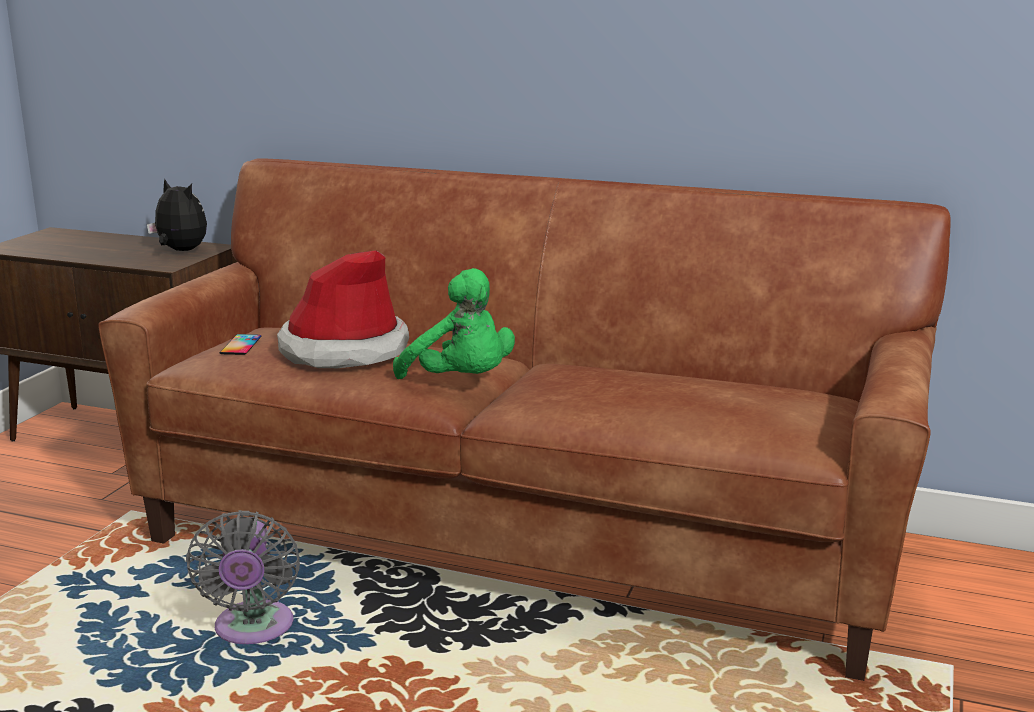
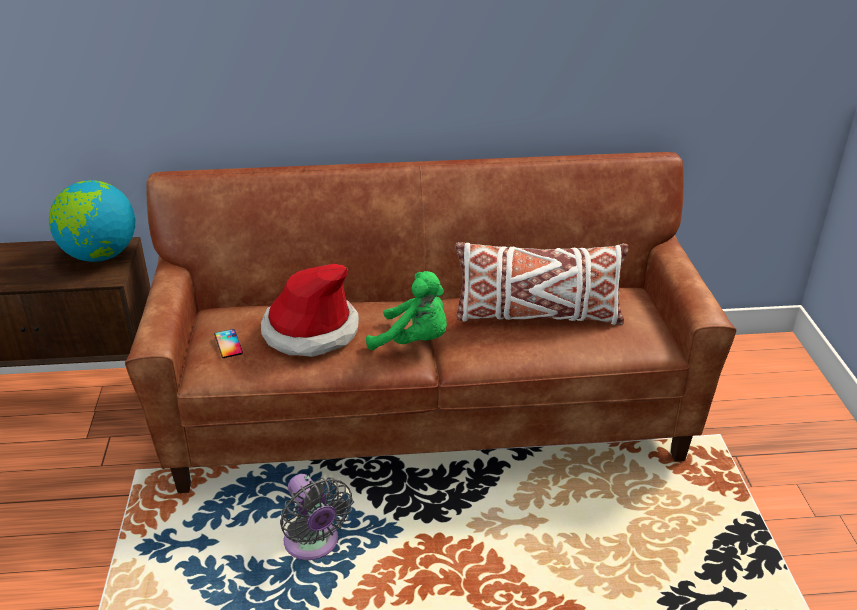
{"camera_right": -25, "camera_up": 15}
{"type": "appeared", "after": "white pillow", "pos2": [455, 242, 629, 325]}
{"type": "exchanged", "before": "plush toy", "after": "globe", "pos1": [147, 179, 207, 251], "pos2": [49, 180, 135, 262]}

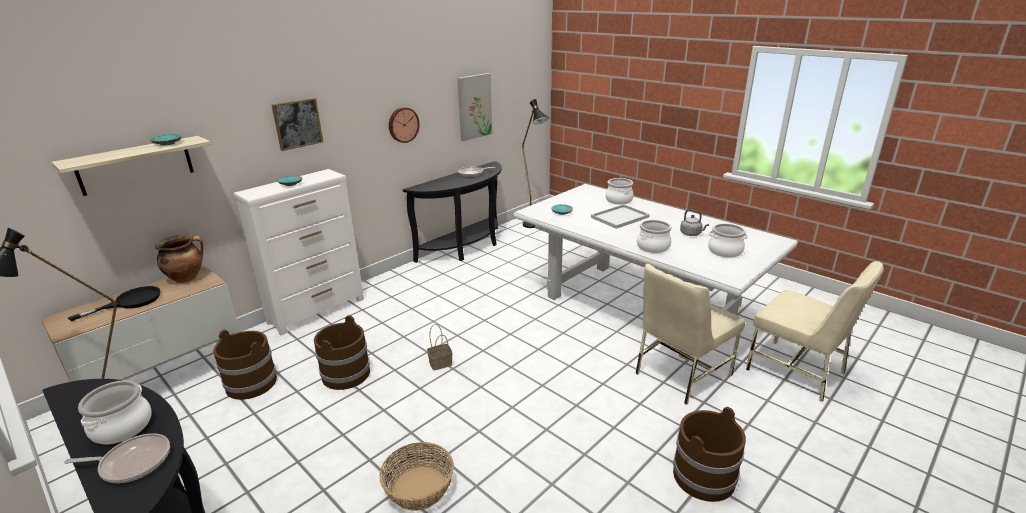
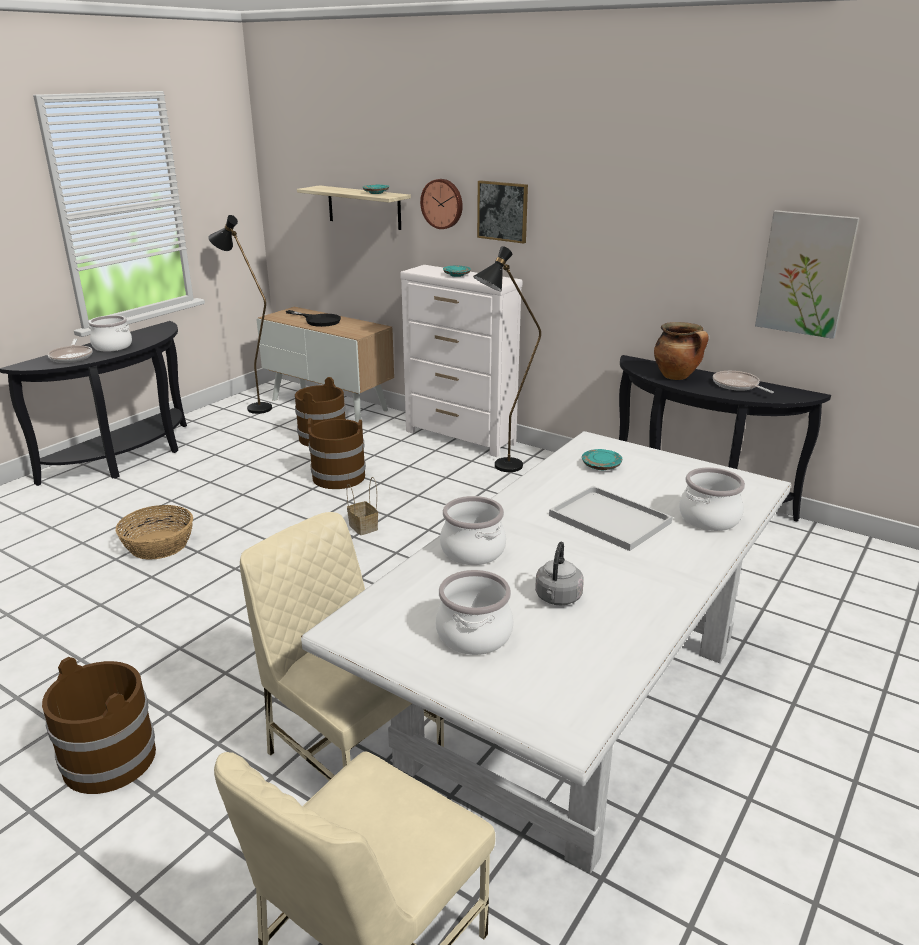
{"camera_right": 80, "camera_up": 0}
{"type": "relocated", "before": "cooking pot", "pos1": [155, 235, 203, 283], "pos2": [654, 322, 708, 380]}
{"type": "relocated", "before": "wall clock", "pos1": [389, 107, 420, 143], "pos2": [420, 179, 463, 229]}
{"type": "relocated", "before": "black floor lamp", "pos1": [522, 99, 549, 228], "pos2": [473, 246, 541, 472]}

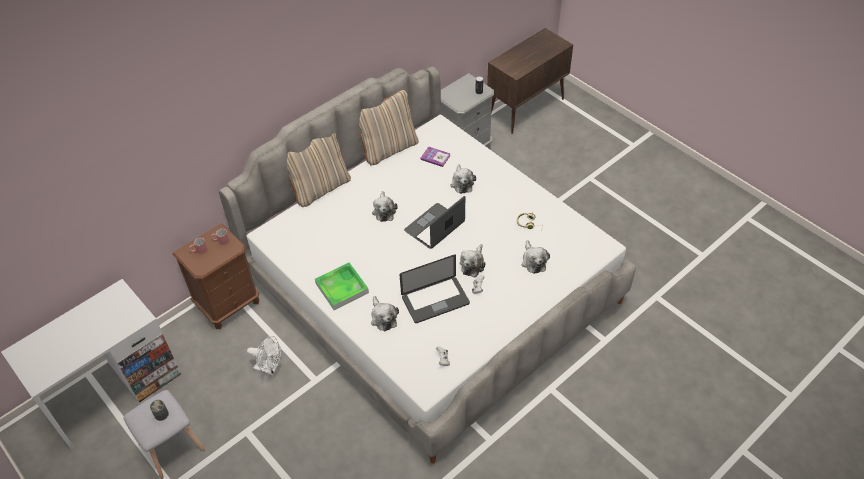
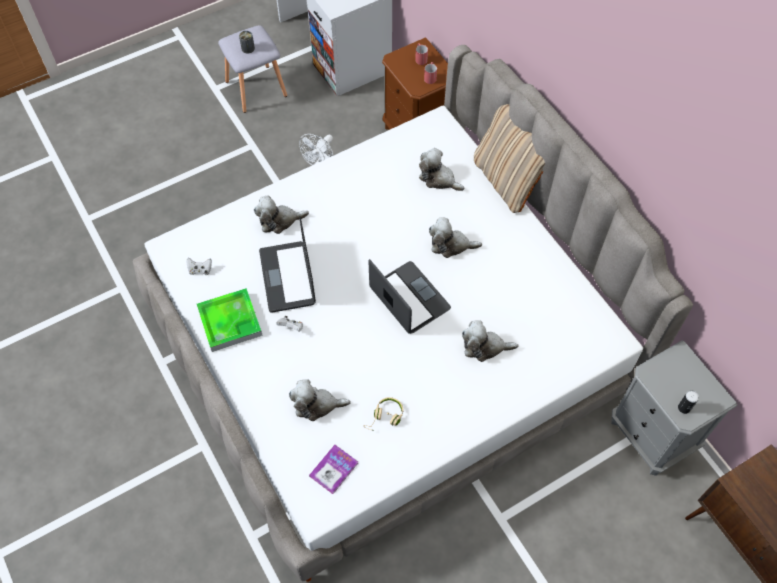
{"camera_right": 100, "camera_up": 10}
{"type": "missing", "before": "beige pillow", "pos1": [359, 89, 419, 166]}
{"type": "relocated", "before": "tray", "pos1": [315, 262, 369, 310], "pos2": [197, 288, 263, 352]}
{"type": "relocated", "before": "book", "pos1": [420, 146, 451, 167], "pos2": [309, 445, 358, 494]}
{"type": "relocated", "before": "plush toy", "pos1": [460, 244, 486, 278], "pos2": [419, 148, 464, 191]}

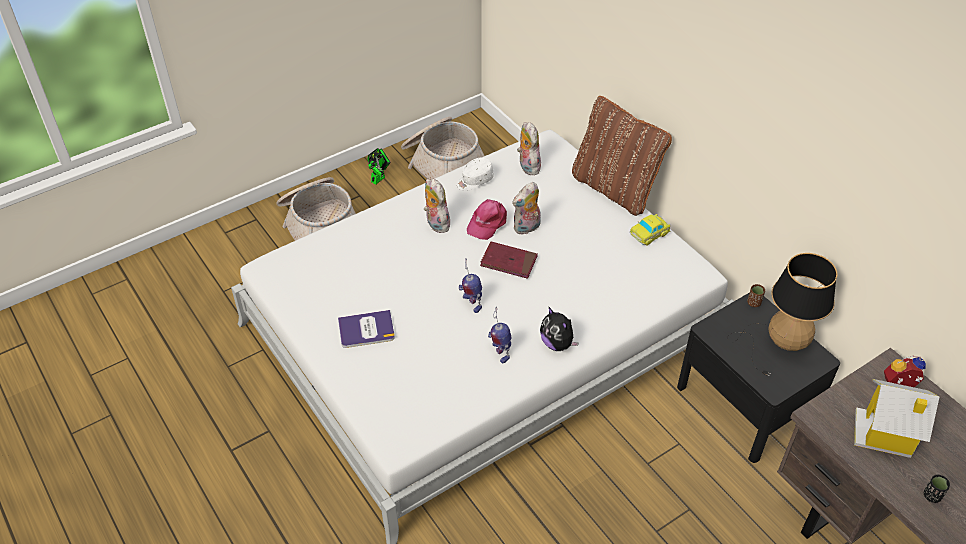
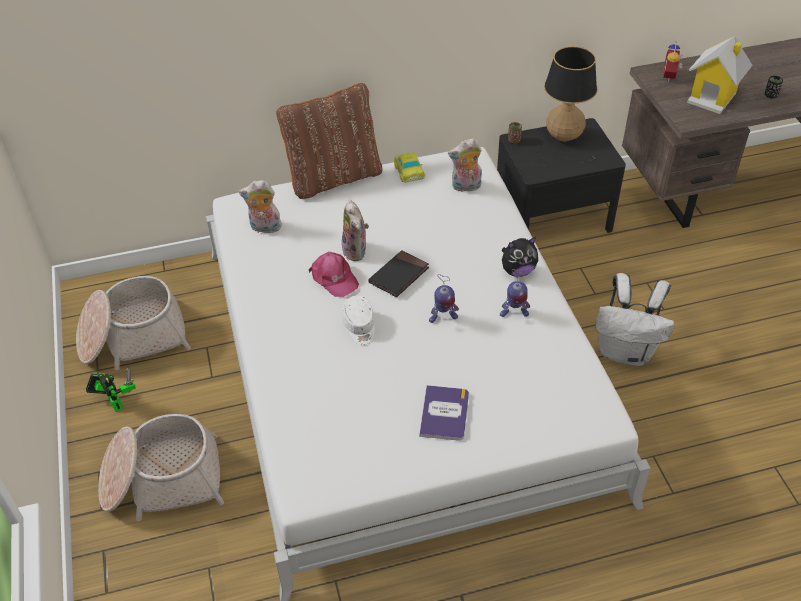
{"camera_right": -70, "camera_up": 0}
{"type": "appeared", "after": "white backpack", "pos2": [595, 273, 674, 366]}
{"type": "relocated", "before": "plush toy", "pos1": [424, 179, 450, 233], "pos2": [448, 138, 482, 192]}
{"type": "relocated", "before": "white cap", "pos1": [456, 157, 494, 191], "pos2": [342, 296, 375, 345]}
{"type": "colour", "before": "red book", "after": "black book", "pos1": [480, 241, 538, 279], "pos2": [369, 250, 429, 297]}

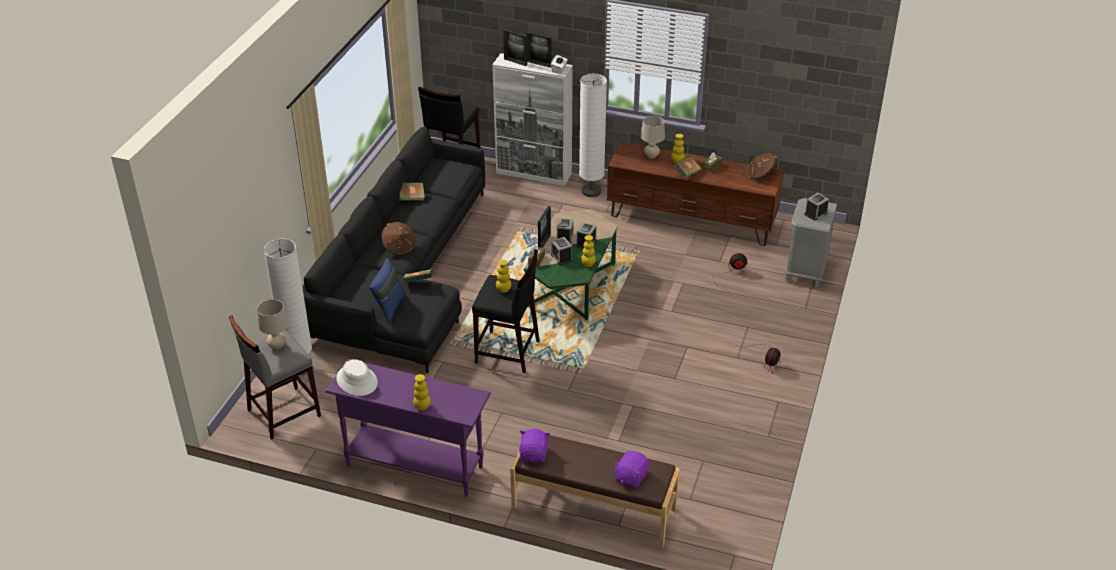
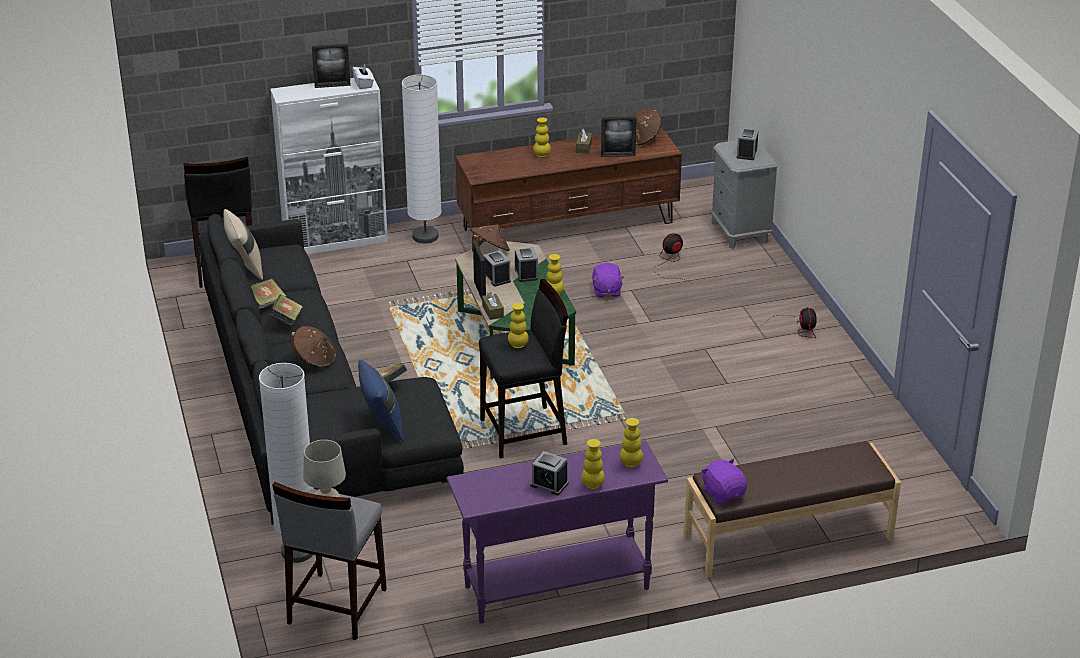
{"camera_right": -35, "camera_up": -5}
{"type": "missing", "before": "white hat", "pos1": [336, 359, 378, 396]}
{"type": "missing", "before": "beige table lamp", "pos1": [641, 115, 665, 159]}
{"type": "appeared", "after": "beige pillow", "pos2": [223, 209, 263, 280]}
{"type": "appeared", "after": "brown hat", "pos2": [470, 224, 510, 251]}
{"type": "appeared", "after": "yellow vase", "pos2": [620, 418, 643, 467]}
{"type": "relocated", "before": "picture frame", "pos1": [503, 29, 527, 66], "pos2": [601, 116, 637, 157]}
{"type": "relocated", "before": "alarm clock", "pos1": [551, 237, 572, 265], "pos2": [530, 451, 569, 495]}
{"type": "relocated", "before": "purple plush toy", "pos1": [614, 451, 649, 488], "pos2": [592, 263, 624, 297]}
{"type": "relocated", "before": "book", "pos1": [673, 156, 702, 178], "pos2": [269, 294, 303, 326]}

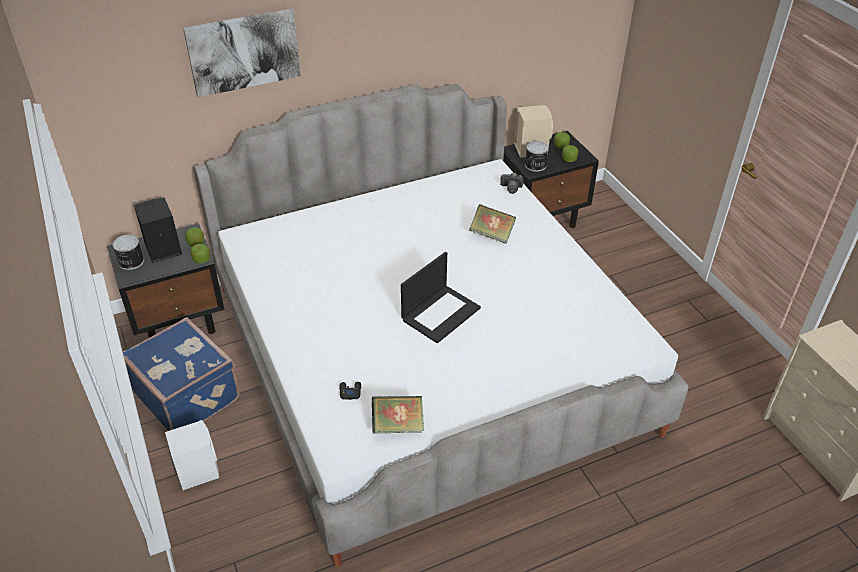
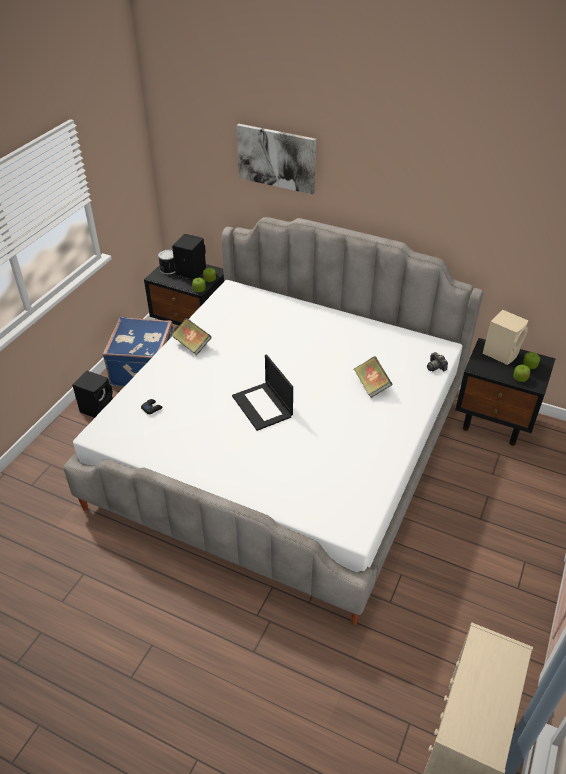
{"camera_right": 50, "camera_up": 0}
{"type": "missing", "before": "can", "pos1": [525, 141, 549, 172]}
{"type": "relocated", "before": "book", "pos1": [372, 396, 424, 433], "pos2": [171, 318, 212, 355]}
{"type": "colour", "before": "white speaker", "after": "black speaker", "pos1": [165, 420, 219, 490], "pos2": [72, 371, 113, 418]}
{"type": "spun", "before": "laptop", "pos1": [401, 252, 481, 343], "pos2": [232, 354, 293, 431], "turn": 60}

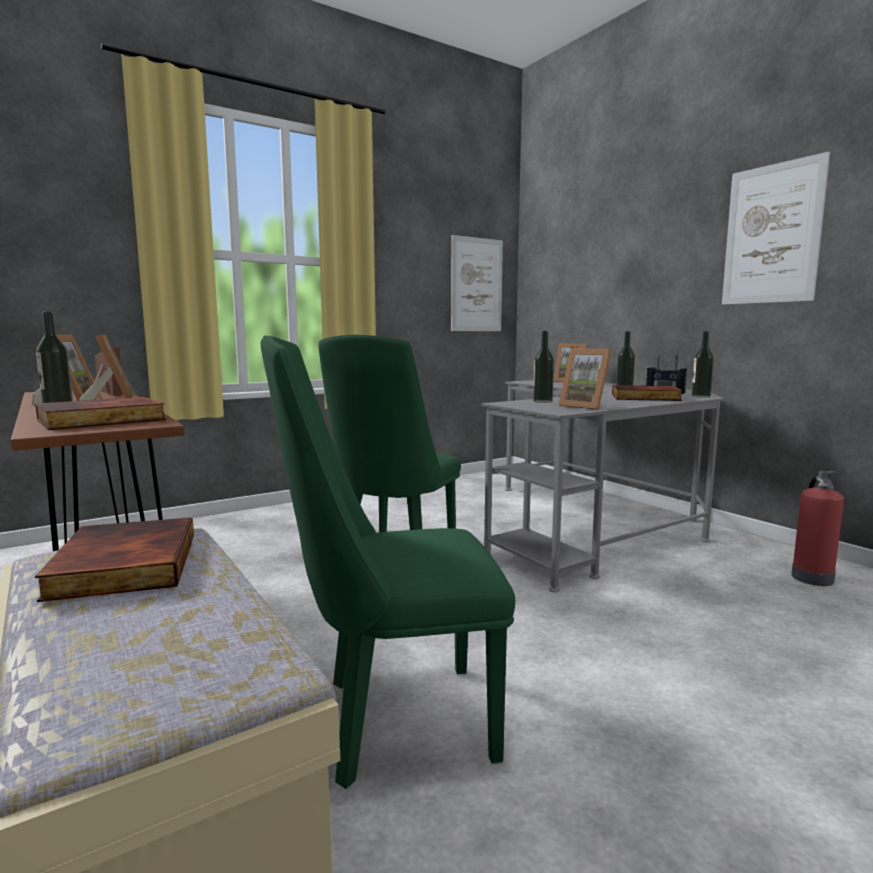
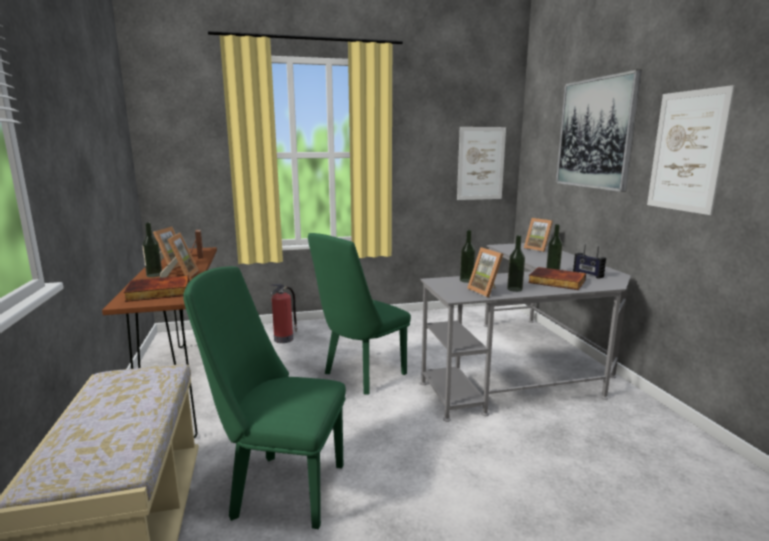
{"camera_right": 20, "camera_up": 5}
{"type": "missing", "before": "book", "pos1": [35, 517, 194, 602]}
{"type": "appeared", "after": "picture", "pos2": [556, 70, 642, 192]}
{"type": "relocated", "before": "bottle", "pos1": [692, 331, 714, 398], "pos2": [507, 235, 525, 292]}
{"type": "relocated", "before": "fire extinguisher", "pos1": [791, 471, 844, 586], "pos2": [270, 284, 298, 343]}

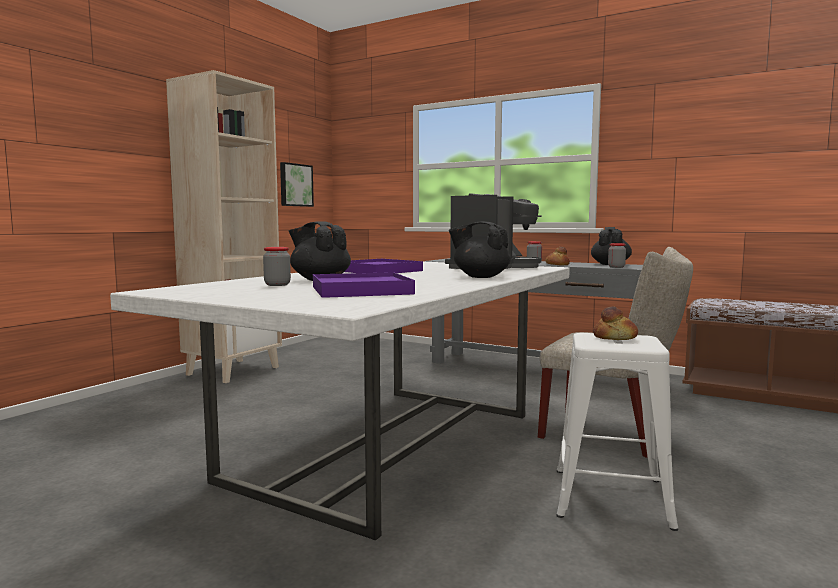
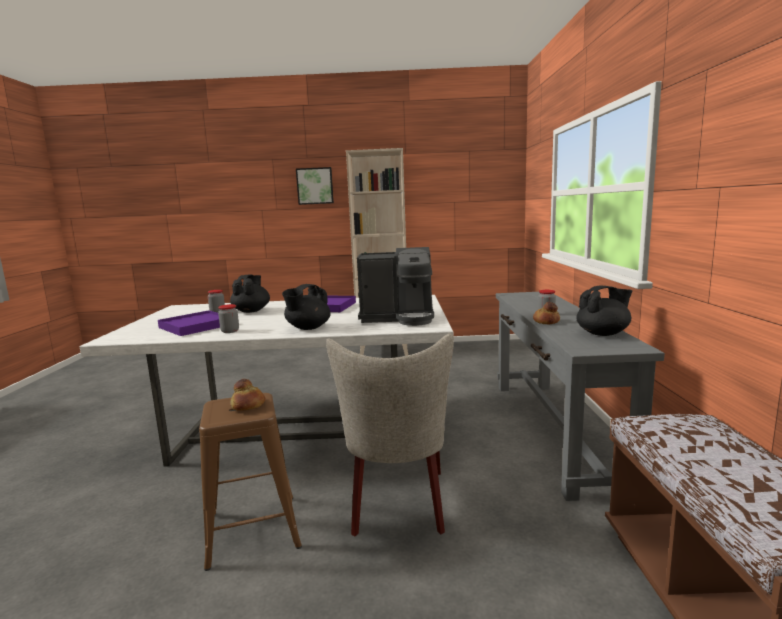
{"camera_right": 60, "camera_up": 5}
{"type": "relocated", "before": "picture", "pos1": [280, 162, 314, 207], "pos2": [296, 167, 334, 205]}
{"type": "relocated", "before": "jar", "pos1": [608, 243, 626, 268], "pos2": [218, 304, 239, 333]}
{"type": "colour", "before": "white stool", "after": "brown stool", "pos1": [556, 333, 678, 531], "pos2": [199, 393, 302, 571]}
{"type": "spun", "before": "black teapot", "pos1": [449, 221, 511, 278], "pos2": [282, 284, 331, 330], "turn": -135}

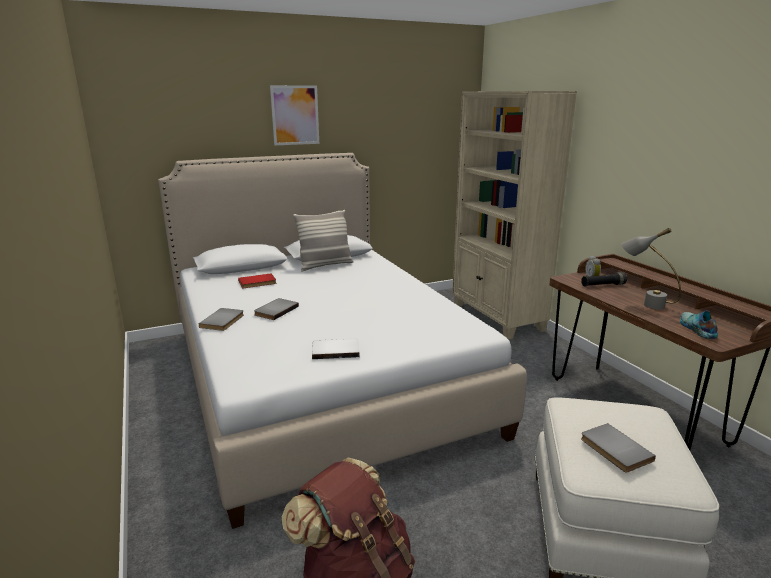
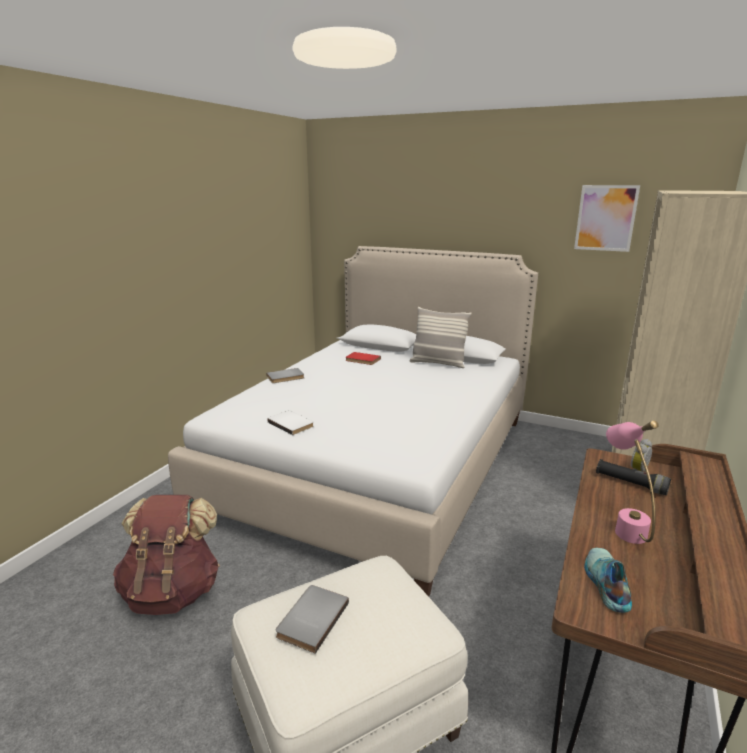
{"camera_right": 50, "camera_up": 0}
{"type": "missing", "before": "grey book", "pos1": [254, 298, 299, 320]}
{"type": "relocated", "before": "picture", "pos1": [270, 85, 319, 145], "pos2": [574, 185, 640, 252]}
{"type": "colour", "before": "grey table lamp", "after": "pink table lamp", "pos1": [621, 228, 681, 310], "pos2": [606, 420, 659, 544]}
{"type": "spun", "before": "shoe", "pos1": [680, 310, 718, 339], "pos2": [584, 548, 632, 613], "turn": -45}

